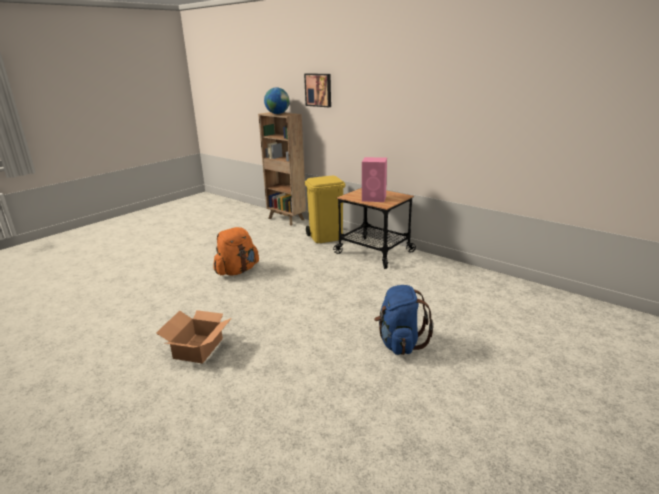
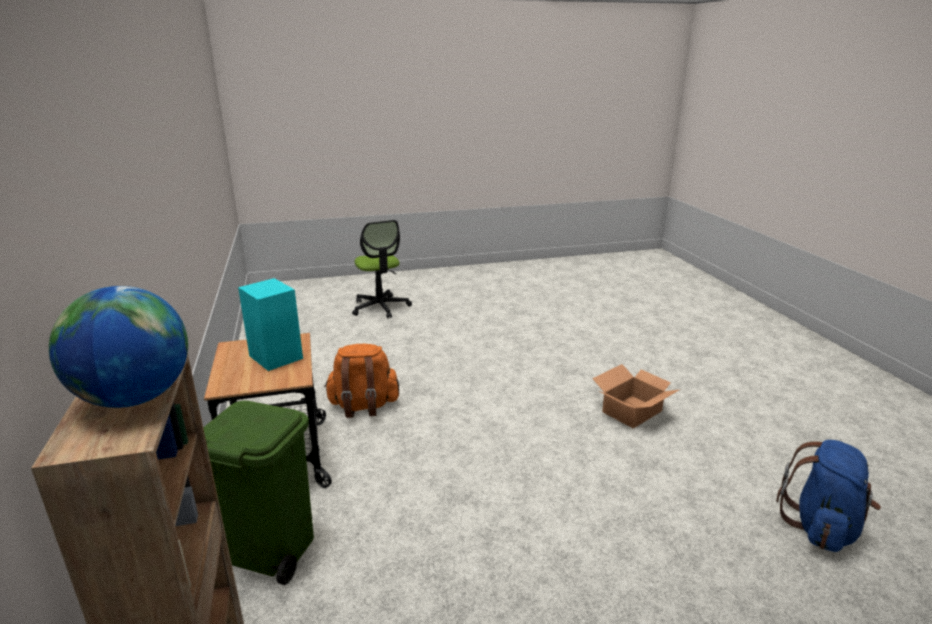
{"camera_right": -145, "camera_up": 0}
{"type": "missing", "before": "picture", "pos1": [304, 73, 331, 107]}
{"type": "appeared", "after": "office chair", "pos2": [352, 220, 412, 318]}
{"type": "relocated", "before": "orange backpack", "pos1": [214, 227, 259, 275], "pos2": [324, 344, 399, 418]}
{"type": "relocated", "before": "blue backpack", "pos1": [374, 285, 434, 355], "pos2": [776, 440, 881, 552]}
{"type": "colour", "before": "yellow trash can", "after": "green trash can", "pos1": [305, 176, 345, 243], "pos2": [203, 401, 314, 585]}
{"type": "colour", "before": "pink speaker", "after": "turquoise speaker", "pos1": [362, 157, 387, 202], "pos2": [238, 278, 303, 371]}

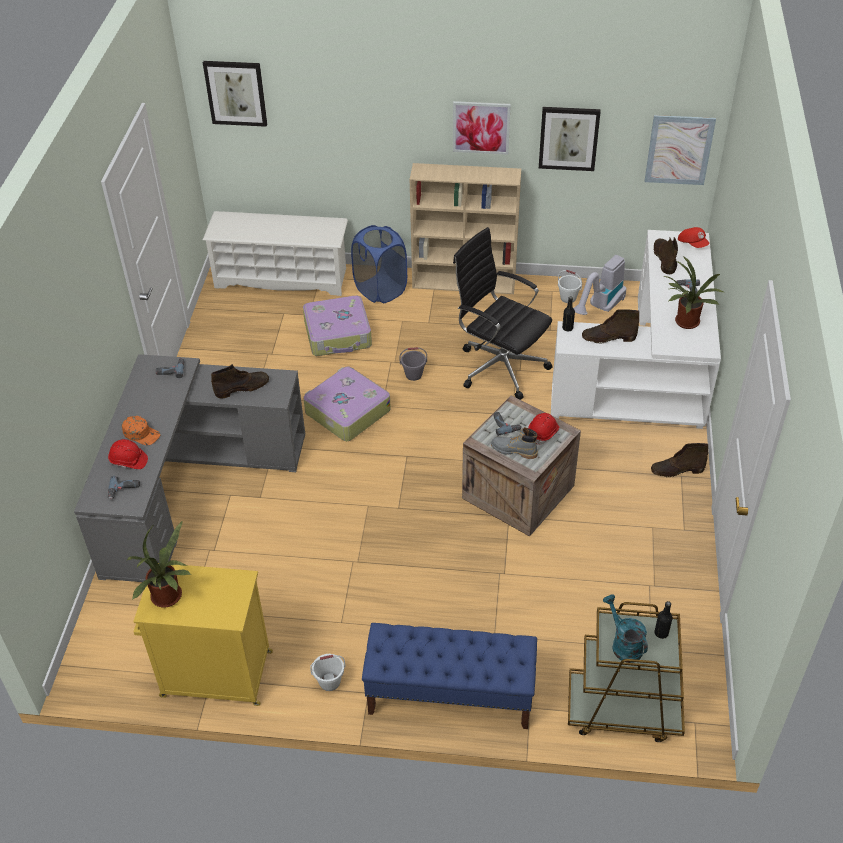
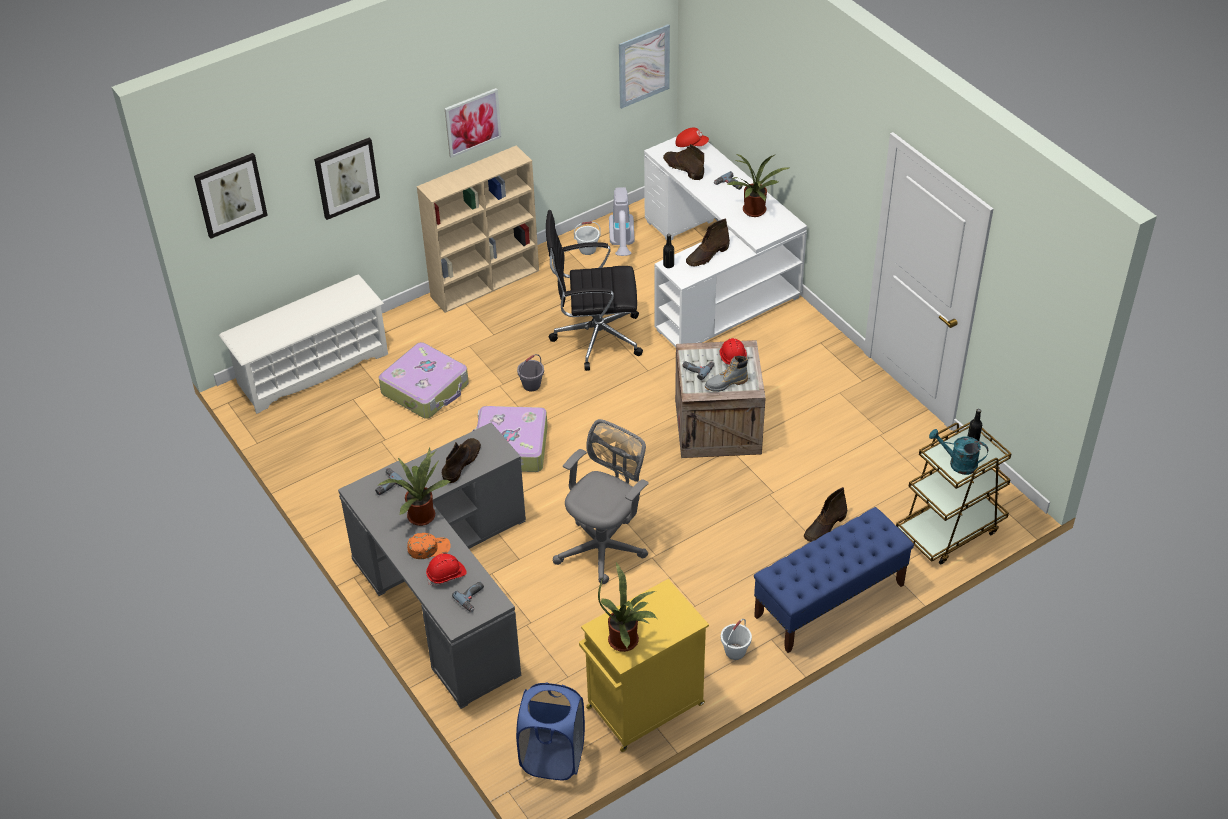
{"camera_right": -40, "camera_up": 0}
{"type": "appeared", "after": "potted plant", "pos2": [377, 448, 451, 526]}
{"type": "appeared", "after": "grey office chair", "pos2": [553, 419, 649, 584]}
{"type": "relocated", "before": "blue laundry basket", "pos1": [351, 225, 407, 303], "pos2": [516, 683, 585, 780]}
{"type": "relocated", "before": "picture", "pos1": [539, 107, 601, 171], "pos2": [314, 137, 380, 220]}
{"type": "relocated", "before": "brown boot", "pos1": [651, 443, 708, 477], "pos2": [804, 487, 847, 542]}

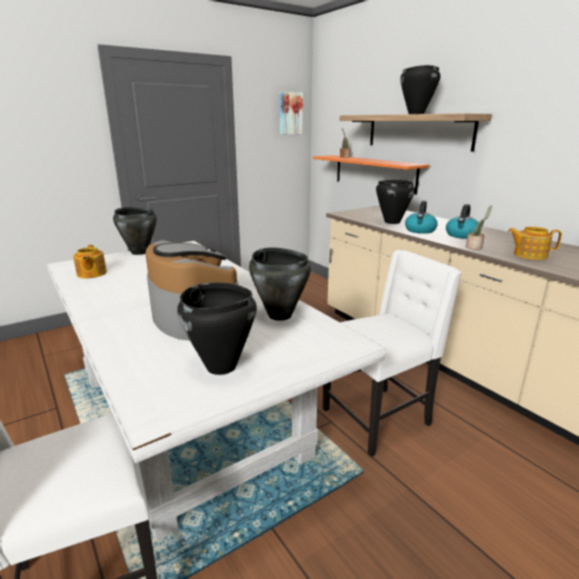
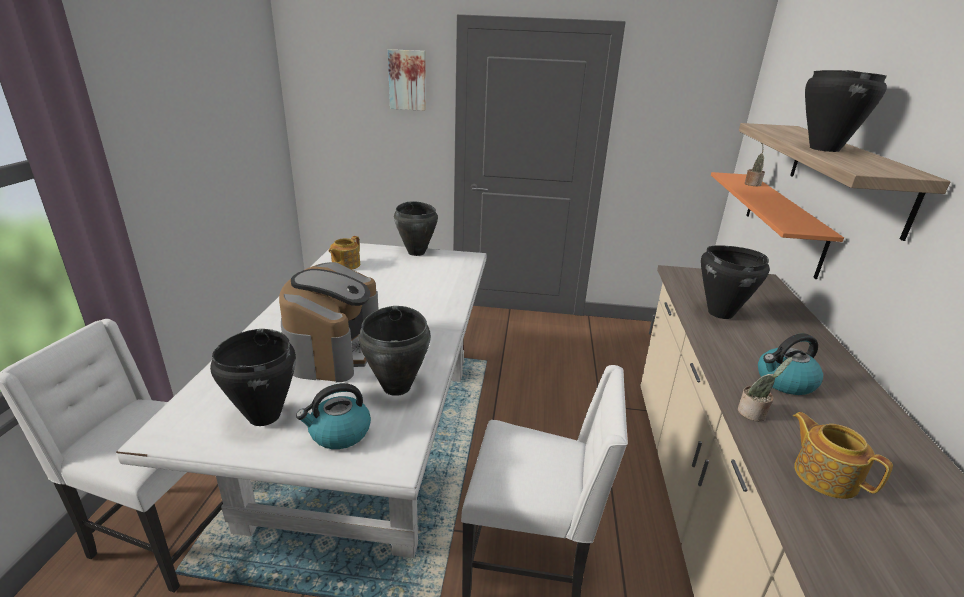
{"camera_right": 40, "camera_up": 5}
{"type": "relocated", "before": "picture", "pos1": [279, 92, 303, 134], "pos2": [388, 49, 426, 111]}
{"type": "relocated", "before": "kettle", "pos1": [405, 201, 438, 234], "pos2": [296, 383, 371, 449]}

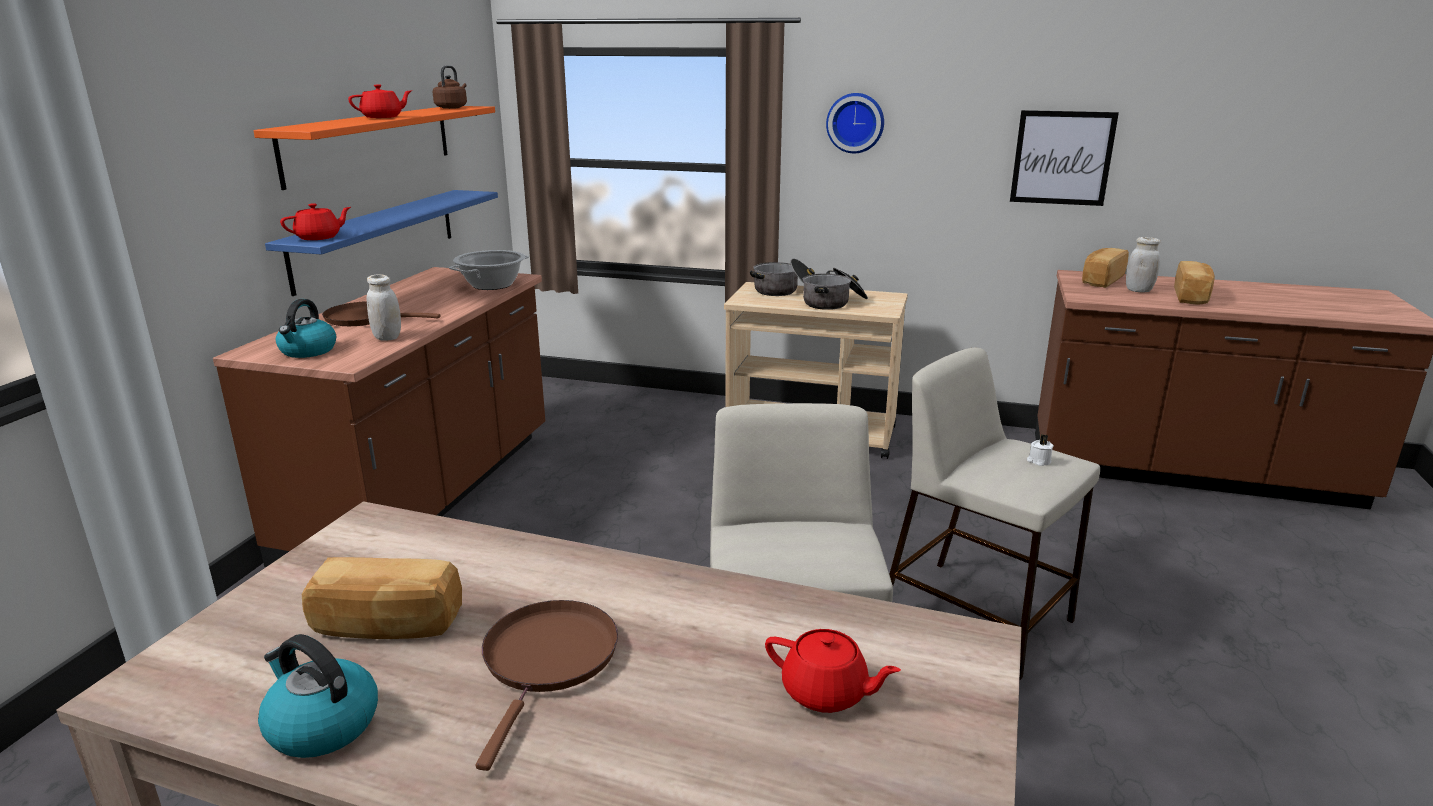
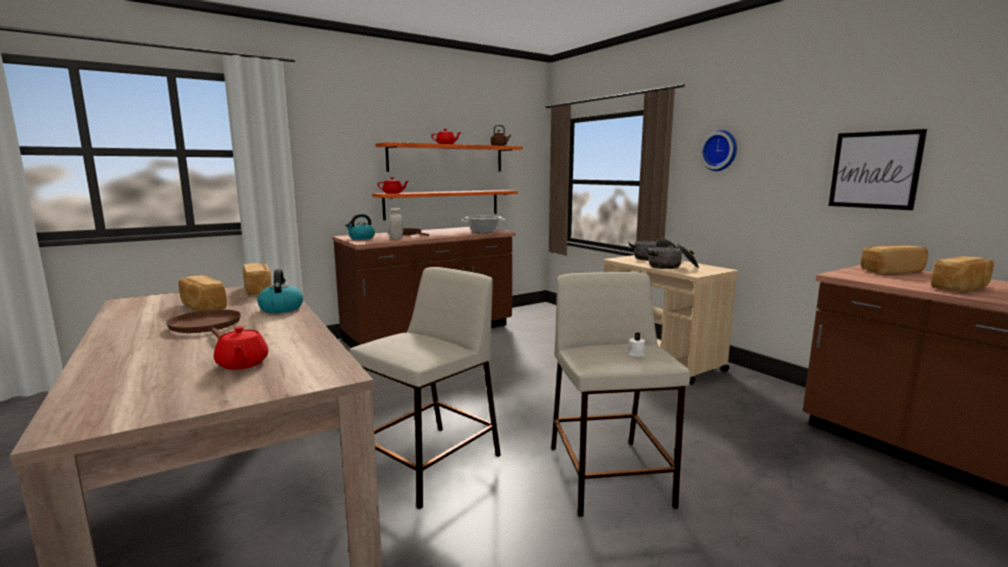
{"camera_right": 40, "camera_up": -10}
{"type": "missing", "before": "white jar", "pos1": [1126, 237, 1160, 293]}
{"type": "appeared", "after": "bread", "pos2": [243, 263, 272, 295]}
{"type": "relocated", "before": "kettle", "pos1": [258, 634, 378, 758], "pos2": [257, 269, 303, 313]}
{"type": "colour", "before": "blue shelf", "after": "orange shelf", "pos1": [265, 190, 498, 296], "pos2": [372, 190, 518, 220]}
{"type": "spun", "before": "brown frying pan", "pos1": [476, 600, 618, 771], "pos2": [166, 309, 241, 339], "turn": -90}

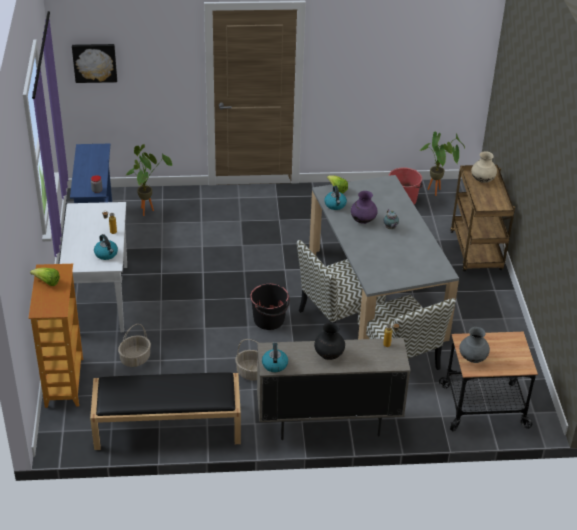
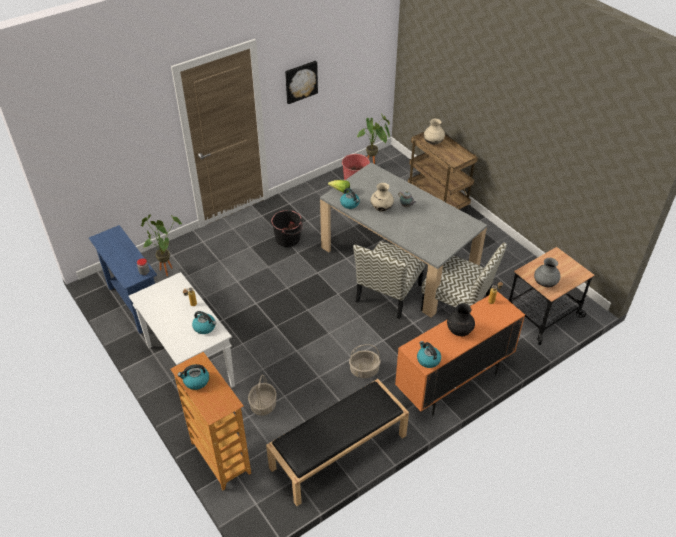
{"camera_right": -30, "camera_up": 5}
{"type": "relocated", "before": "picture", "pos1": [72, 44, 117, 83], "pos2": [285, 61, 318, 104]}
{"type": "relocated", "before": "black bucket", "pos1": [250, 284, 290, 330], "pos2": [271, 210, 303, 247]}
{"type": "exchanged", "before": "lettuce", "after": "kettle", "pos1": [30, 268, 60, 286], "pos2": [177, 364, 209, 390]}
{"type": "colour", "before": "beige cabinet", "after": "orange cabinet", "pos1": [257, 338, 411, 440], "pos2": [395, 291, 525, 416]}
{"type": "colour", "before": "purple vase", "after": "beige vase", "pos1": [351, 191, 378, 224], "pos2": [371, 183, 394, 211]}

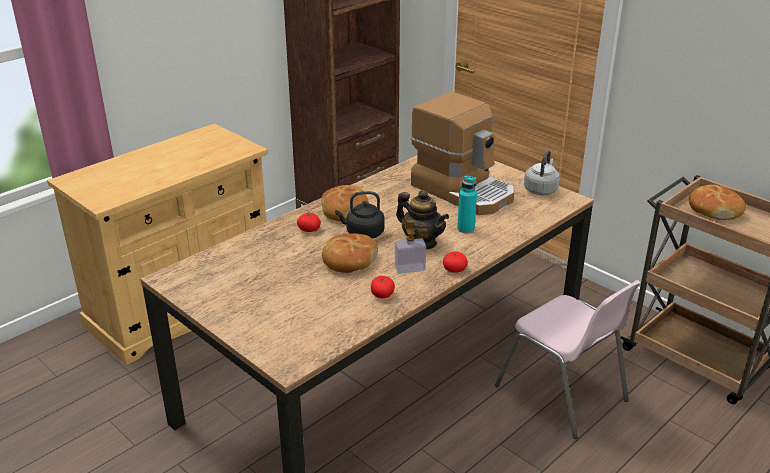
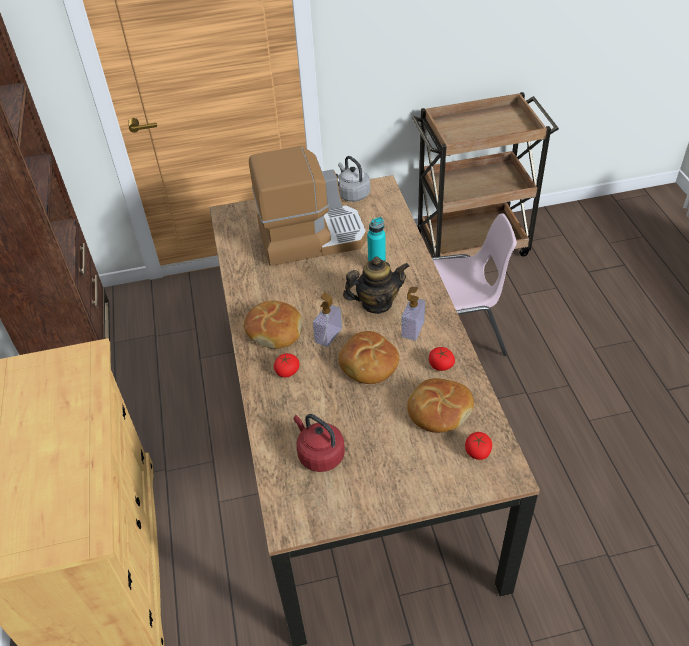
{"camera_right": -55, "camera_up": 15}
{"type": "appeared", "after": "red kettle", "pos2": [294, 414, 345, 472]}
{"type": "relocated", "before": "tomato", "pos1": [443, 252, 468, 273], "pos2": [465, 432, 492, 460]}
{"type": "relocated", "before": "bread", "pos1": [689, 185, 746, 220], "pos2": [407, 378, 474, 433]}
{"type": "exchanged", "before": "black kettle", "after": "soap dispenser", "pos1": [335, 191, 385, 239], "pos2": [313, 292, 342, 347]}

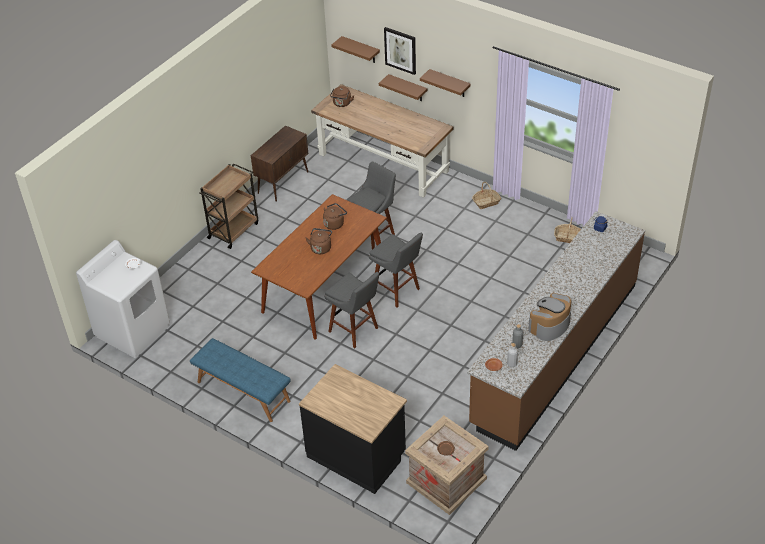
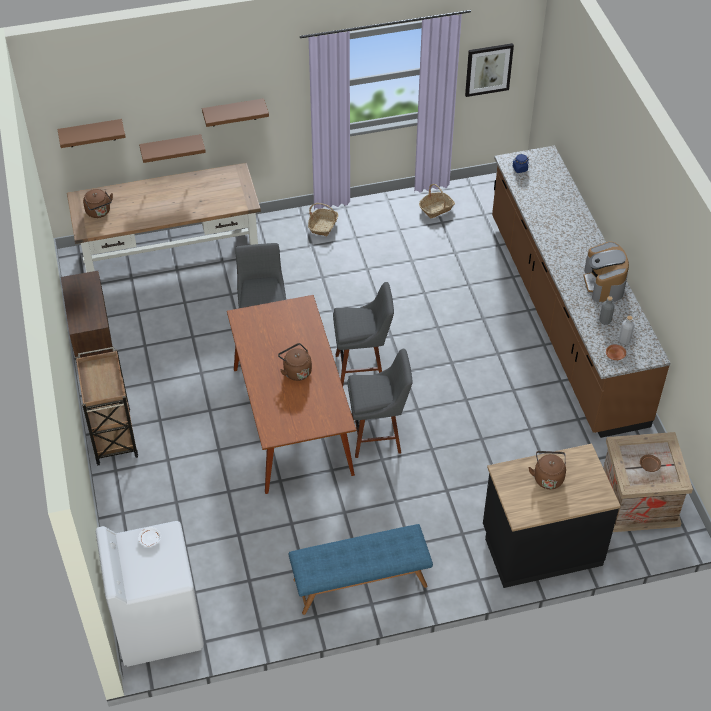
{"camera_right": -50, "camera_up": 5}
{"type": "relocated", "before": "brown kettle", "pos1": [323, 203, 347, 230], "pos2": [529, 451, 566, 489]}
{"type": "relocated", "before": "picture", "pos1": [384, 27, 416, 75], "pos2": [465, 43, 514, 97]}

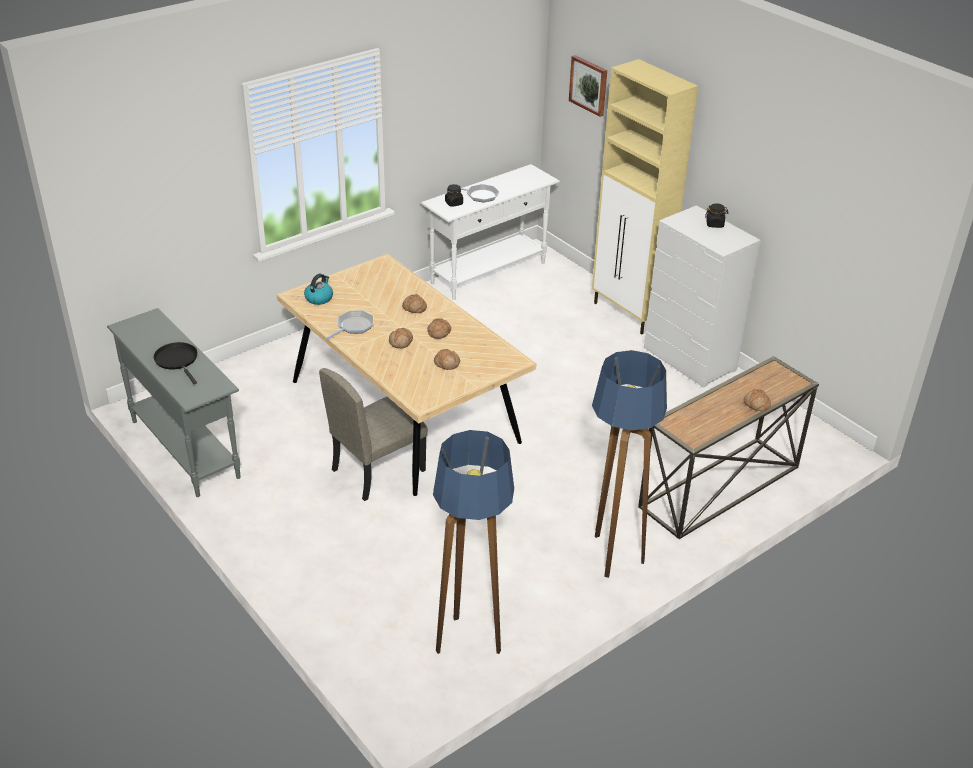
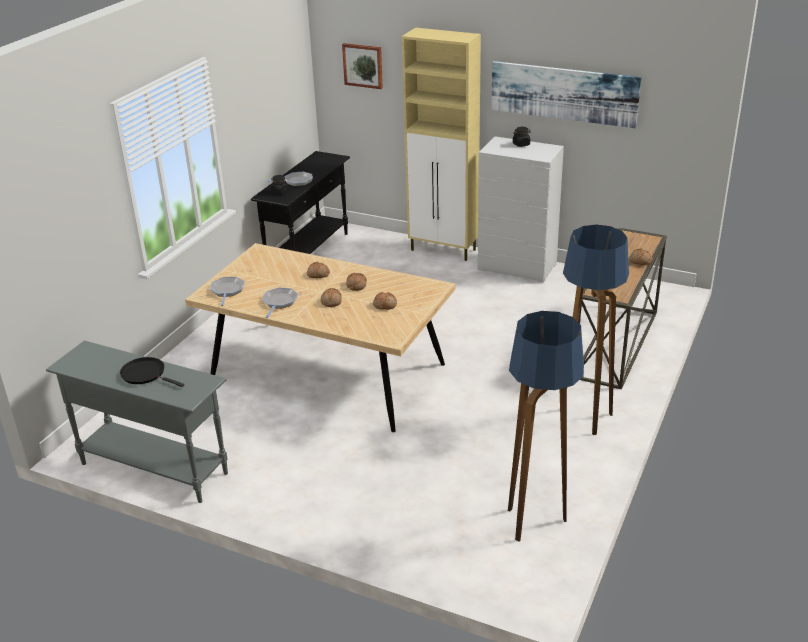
{"camera_right": -25, "camera_up": -5}
{"type": "missing", "before": "beige chair", "pos1": [319, 368, 428, 501]}
{"type": "appeared", "after": "picture", "pos2": [491, 61, 641, 128]}
{"type": "exchanged", "before": "kettle", "after": "frying pan", "pos1": [304, 274, 333, 305], "pos2": [210, 277, 245, 306]}
{"type": "colour", "before": "white console table", "after": "black console table", "pos1": [421, 164, 560, 300], "pos2": [251, 151, 350, 254]}

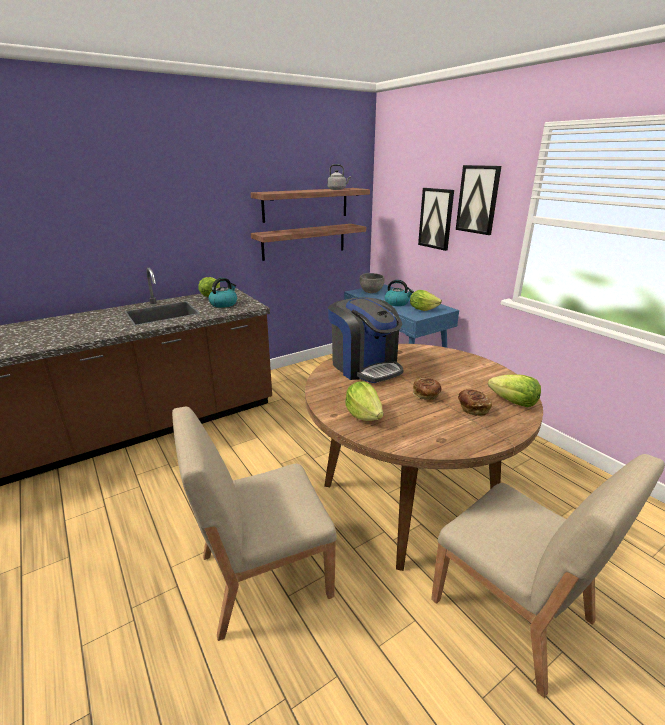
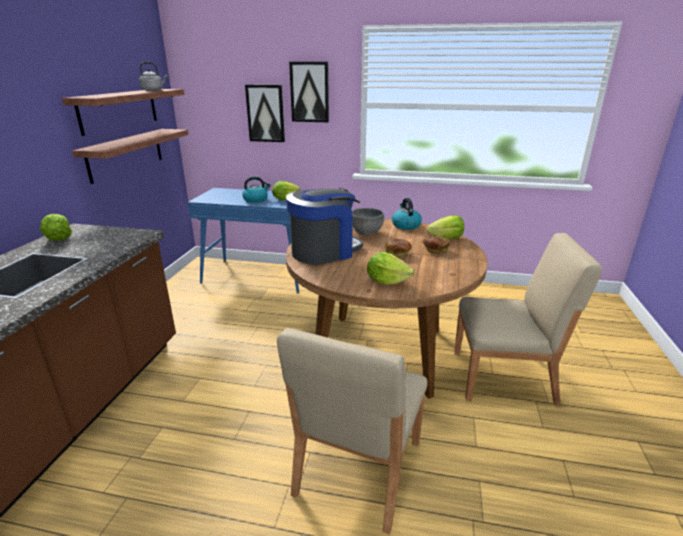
{"camera_right": -45, "camera_up": 0}
{"type": "relocated", "before": "kettle", "pos1": [208, 278, 237, 308], "pos2": [392, 198, 422, 230]}
{"type": "relocated", "before": "grey bowl", "pos1": [359, 273, 385, 293], "pos2": [352, 208, 384, 235]}
{"type": "spun", "before": "coffee machine", "pos1": [328, 297, 403, 383], "pos2": [286, 188, 363, 265], "turn": -45}

